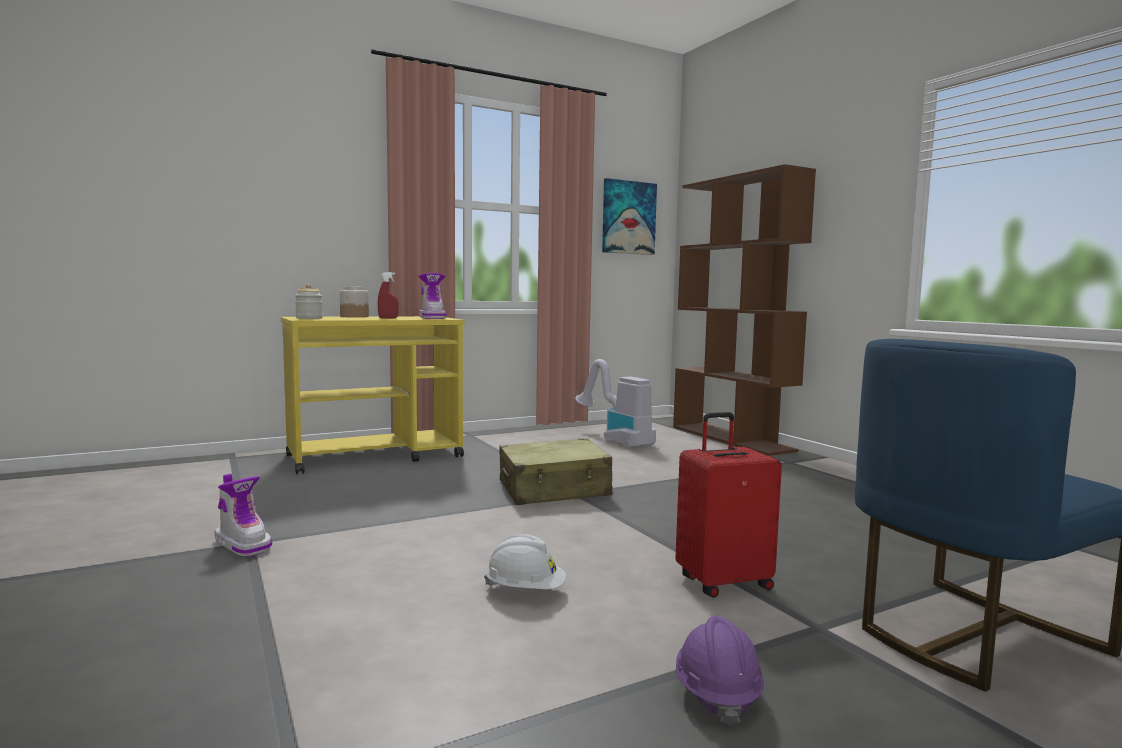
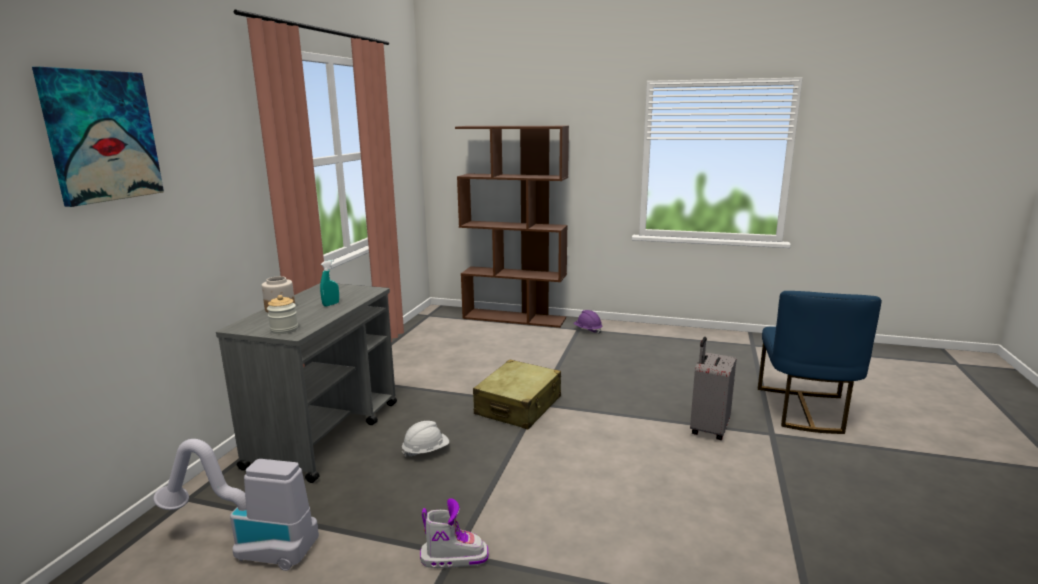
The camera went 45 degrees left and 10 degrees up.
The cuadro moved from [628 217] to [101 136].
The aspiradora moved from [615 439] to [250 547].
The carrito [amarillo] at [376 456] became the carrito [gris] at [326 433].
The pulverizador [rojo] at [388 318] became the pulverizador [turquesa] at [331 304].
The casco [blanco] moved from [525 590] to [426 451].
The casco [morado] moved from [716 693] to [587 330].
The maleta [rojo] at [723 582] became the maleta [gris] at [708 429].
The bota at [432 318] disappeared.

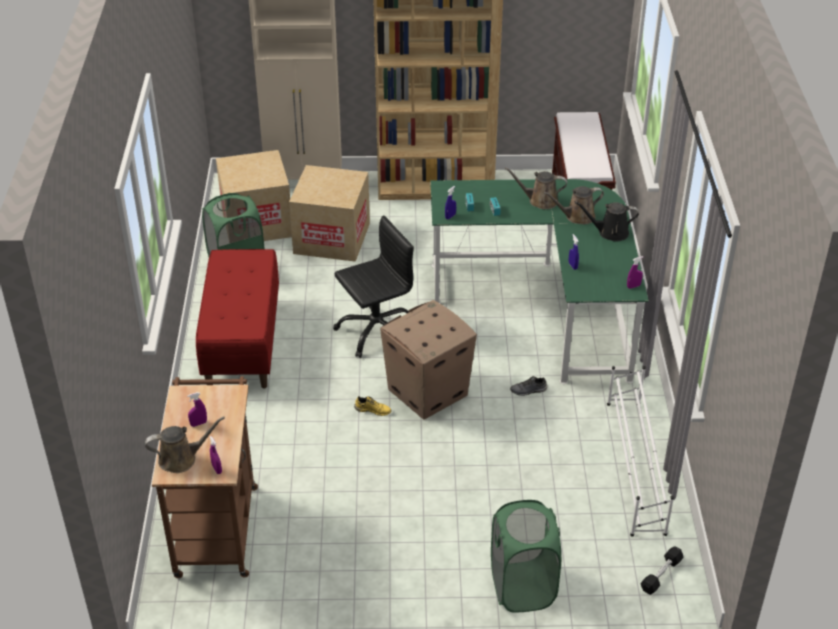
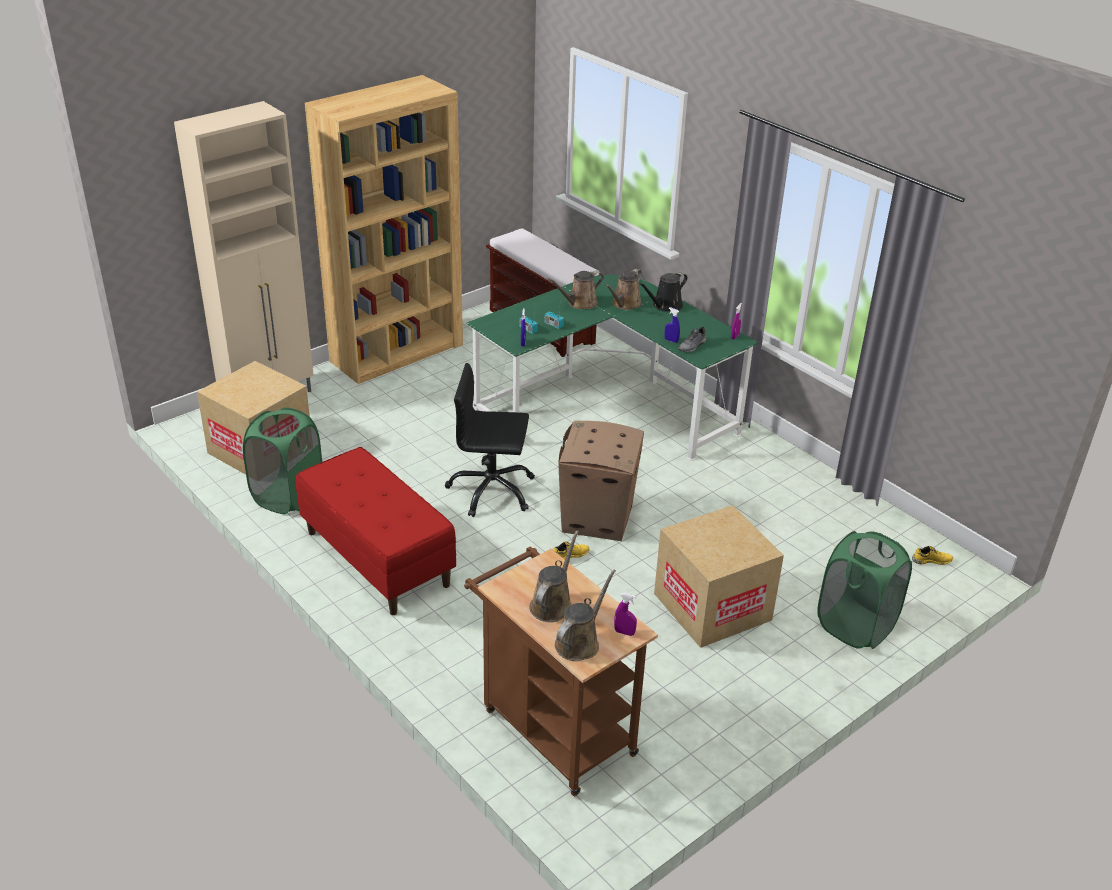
The camera went 40 degrees left and 5 degrees down.
The silla de oficina [negro] at [376 331] turned 105 degrees counterclockwise.
The pulverizador [morado] at [198 423] was replaced by the regadera [marrón] at [553 604].
The caja de cartón moved from [332 238] to [712 607].
The zapato [gris] moved from [528 391] to [692 346].
The mancuerna [negro] at [661 575] was replaced by the zapato [amarillo] at [931 560].
The zapatero [blanco] at [635 466] disappeared.

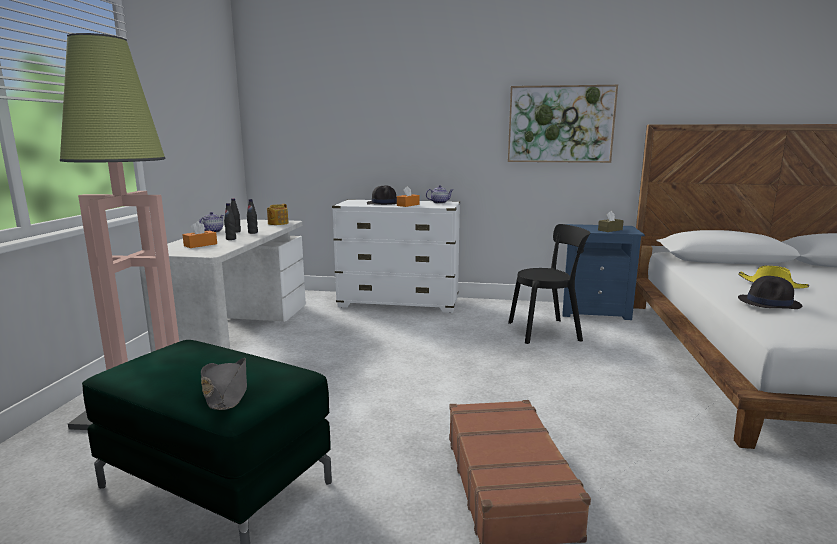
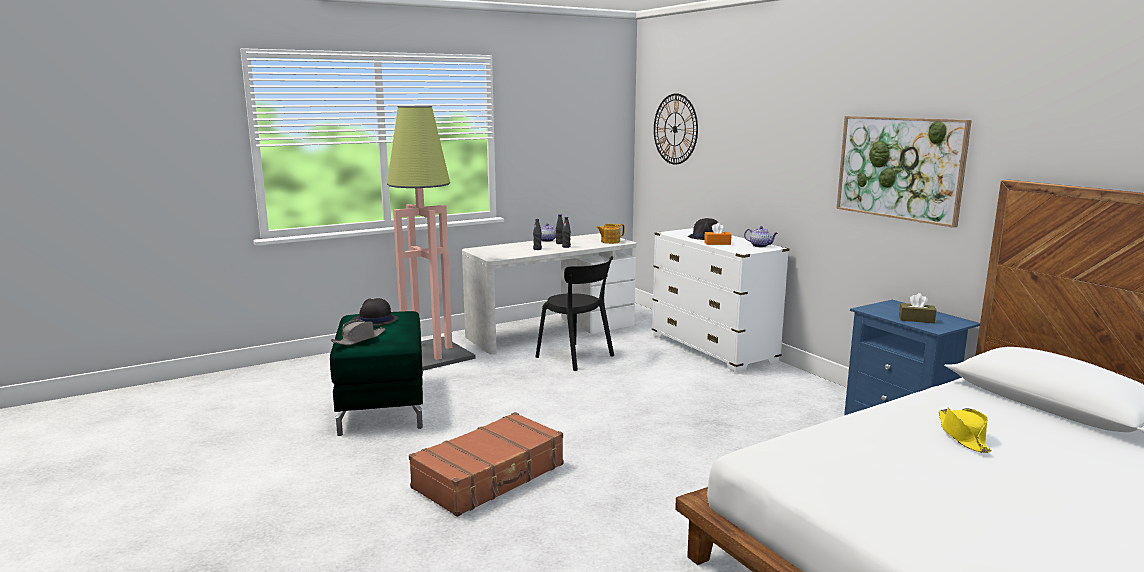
The camera went 50 degrees right and 0 degrees up.
The sombrero [negro] moved from [769 303] to [374 320].
The silla [negro] moved from [547 331] to [577 357].
The reloj de pared at [675 129] appeared.
The caja de pañuelos [naranja] at [200 245] disappeared.

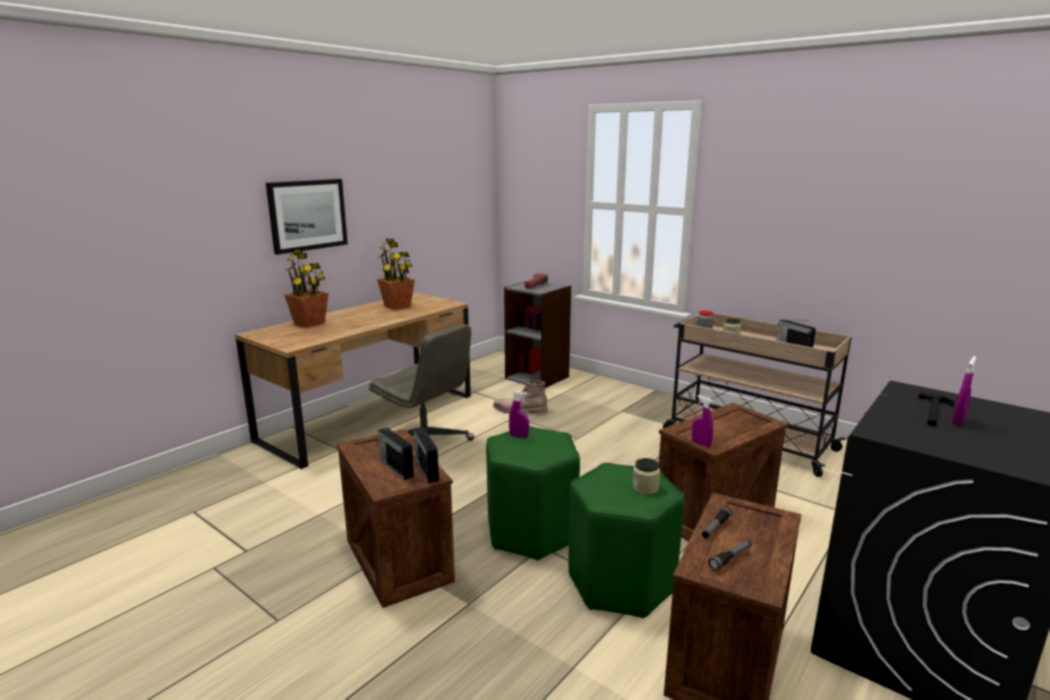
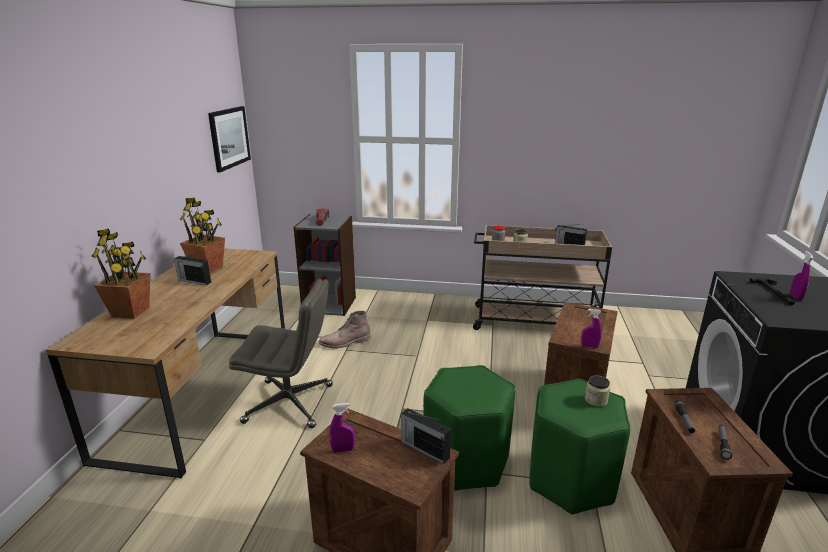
The camera went 30 degrees left and 5 degrees up.
The radio moved from [396 467] to [194 281].
The cuadro moved from [307 215] to [229 138].
The pulverizador [morado] moved from [519 436] to [343 450].

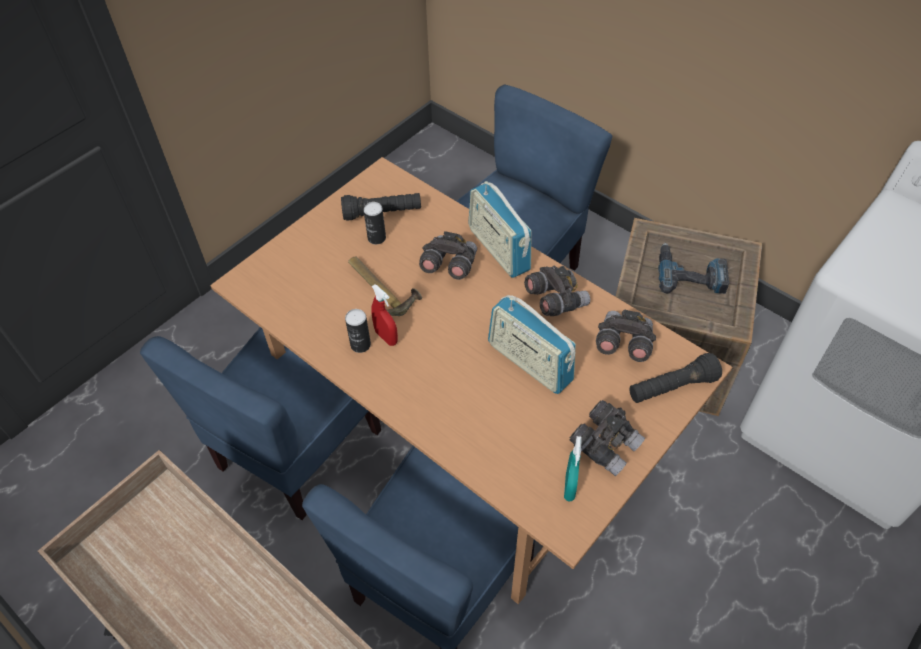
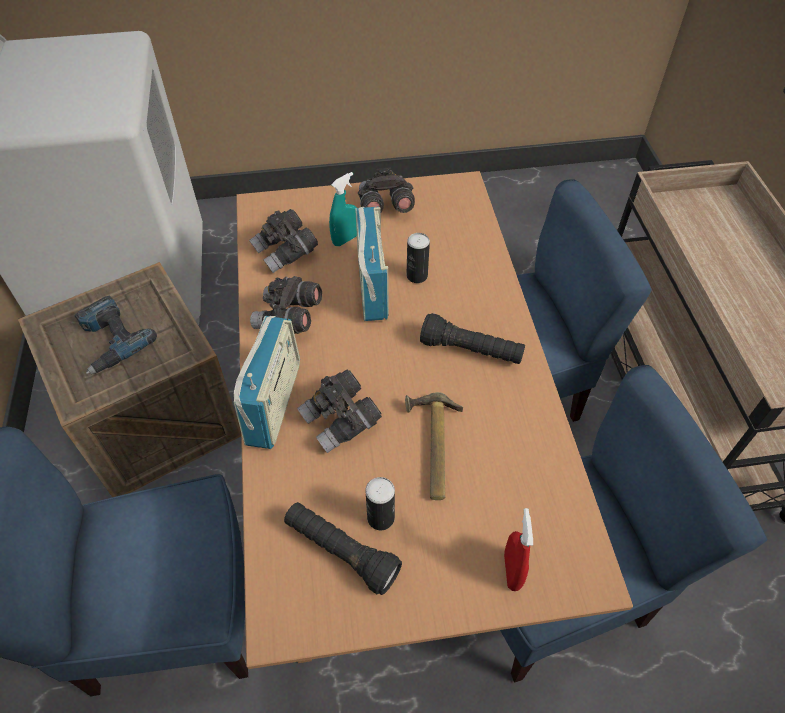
The camera went 140 degrees left and 0 degrees up.
The pulverizador [turquesa] moved from [569 487] to [345 239].
The lata moved from [360 345] to [417 276].
The linterna [negro] moved from [671 388] to [471 350].
The pulverizador [rojo] moved from [386 337] to [512 571].

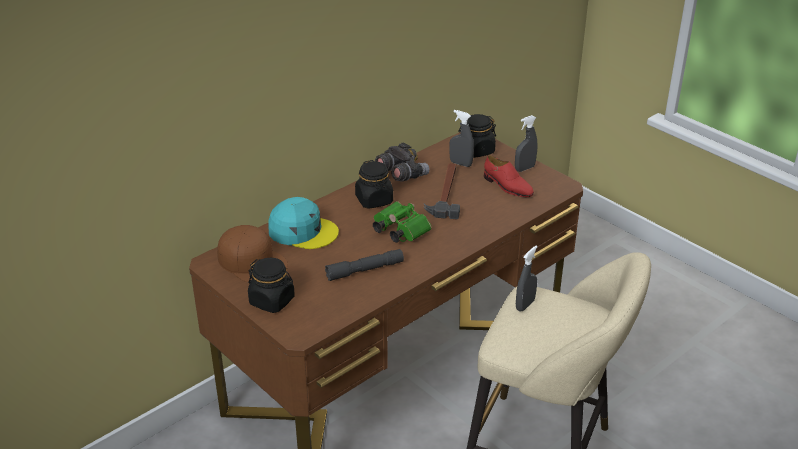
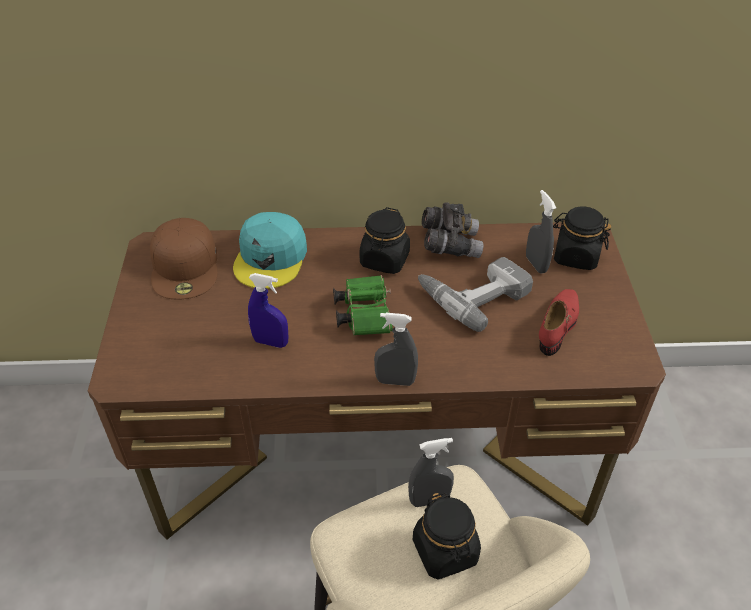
The camera went 40 degrees right and 10 degrees up.
The gorra [turquesa] at [303 231] turned 45 degrees clockwise.
The linterna [gris] at [365 270] was replaced by the pulverizador [azul] at [270 342].
The pulverizador [gris] moved from [524 168] to [395 381].
The tarro [negro] moved from [272 301] to [445 551].
The martillo at [446 193] was replaced by the taladro at [473 293].
The zapato [rojo] at [507 186] turned 150 degrees counterclockwise.

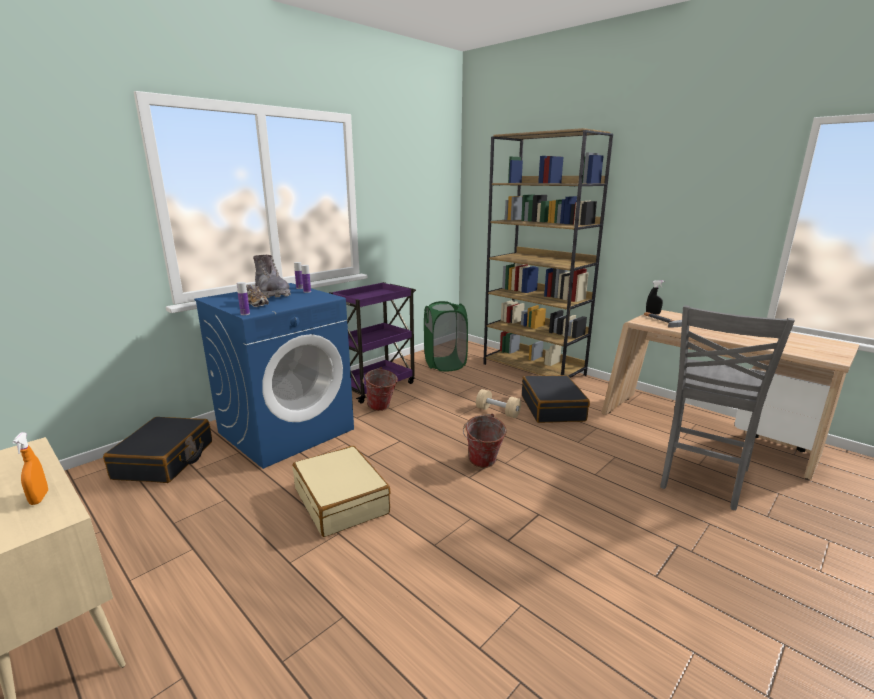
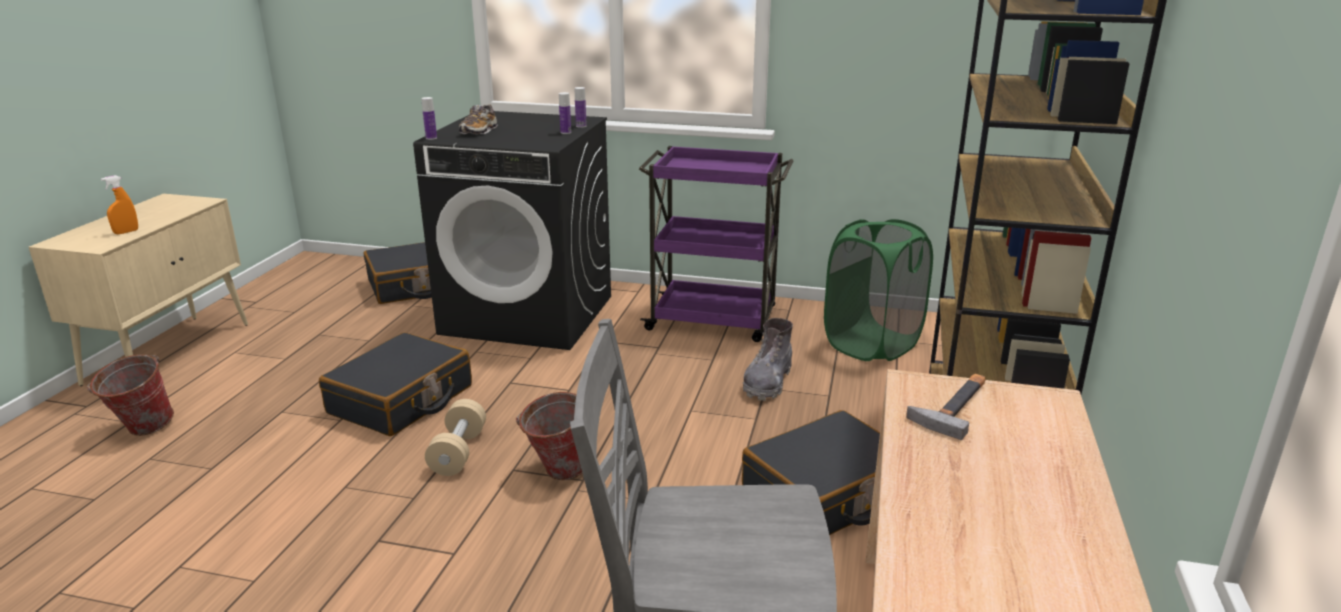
The camera went 60 degrees right and 5 degrees up.
The cubo moved from [381 408] to [141 430].
The maleta [beis] at [341 501] became the maleta [negro] at [401 400].
The lavadora [azul] at [287 430] became the lavadora [negro] at [529 314].
The mancuerna [beis] moved from [498 412] to [458 452].
The bota [gris] moved from [272 294] to [767 382].
The pulverizador [negro] at [652 313] disappeared.

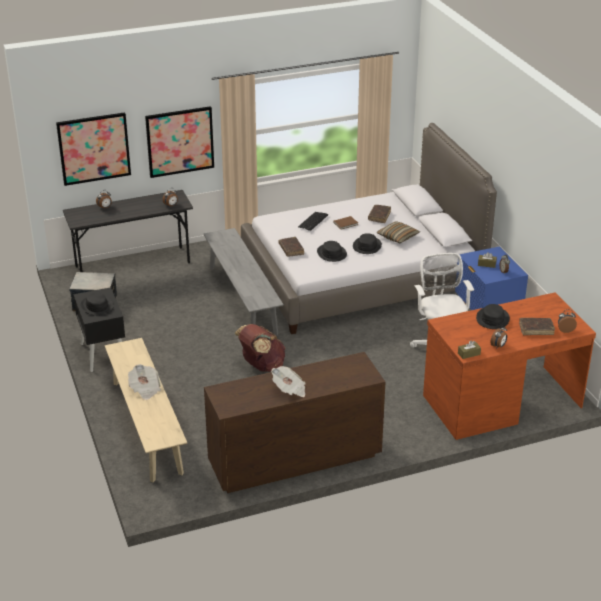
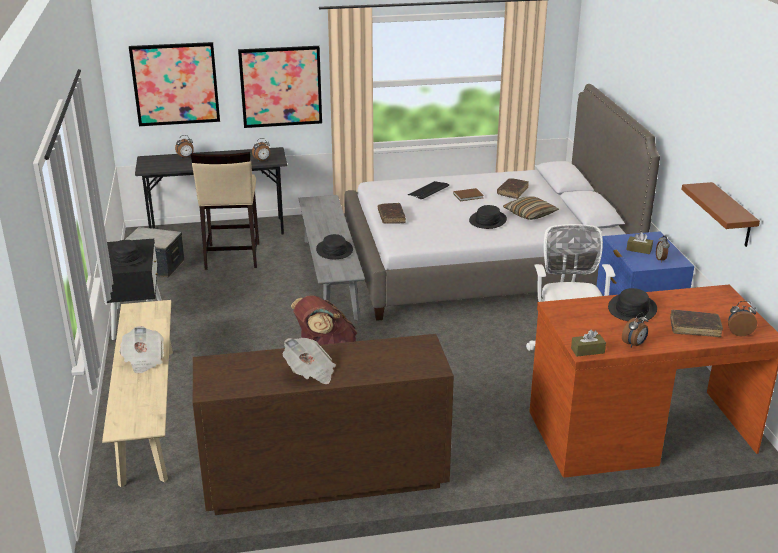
The camera went 10 degrees right and 5 degrees down.
The taburete [beis] at [232 256] appeared.
The sombrero [negro] moved from [331 253] to [334 250].
The estante [marrón] at [732 216] appeared.

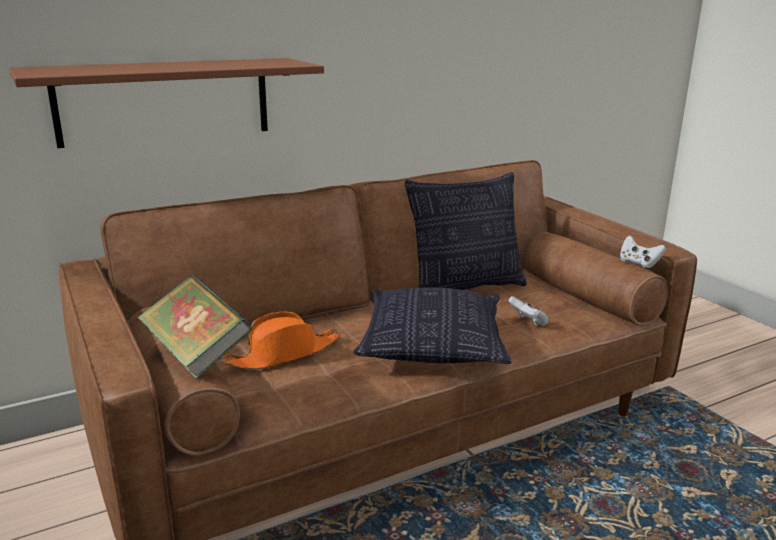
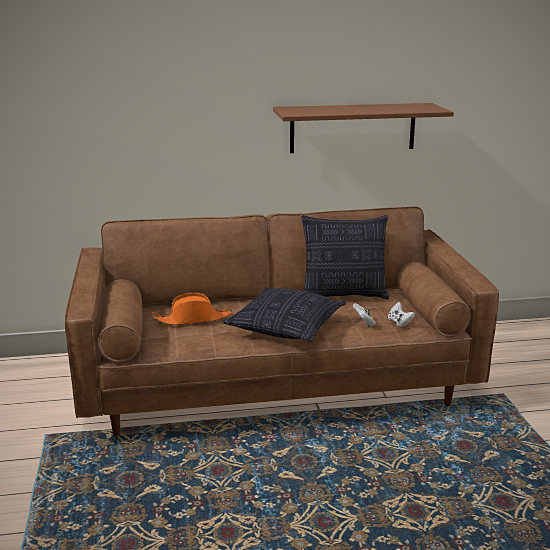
The camera went 20 degrees right and 0 degrees up.
The estante [marrón] moved from [165 101] to [353 128].
The mando de consola [blanco] moved from [638 263] to [399 323].
The libro at [196 354] disappeared.

